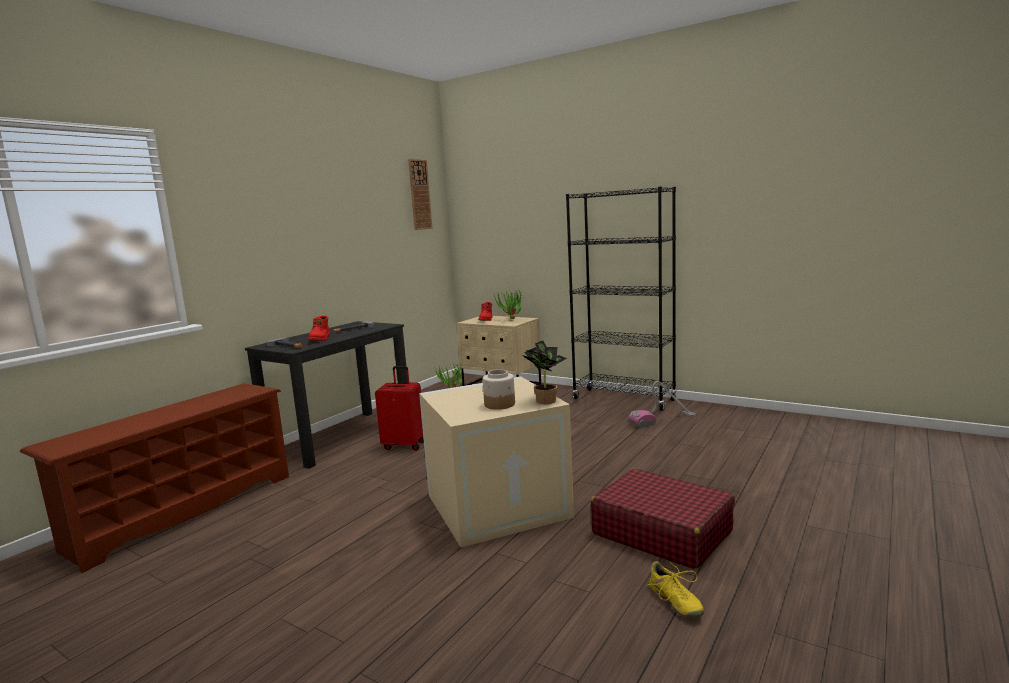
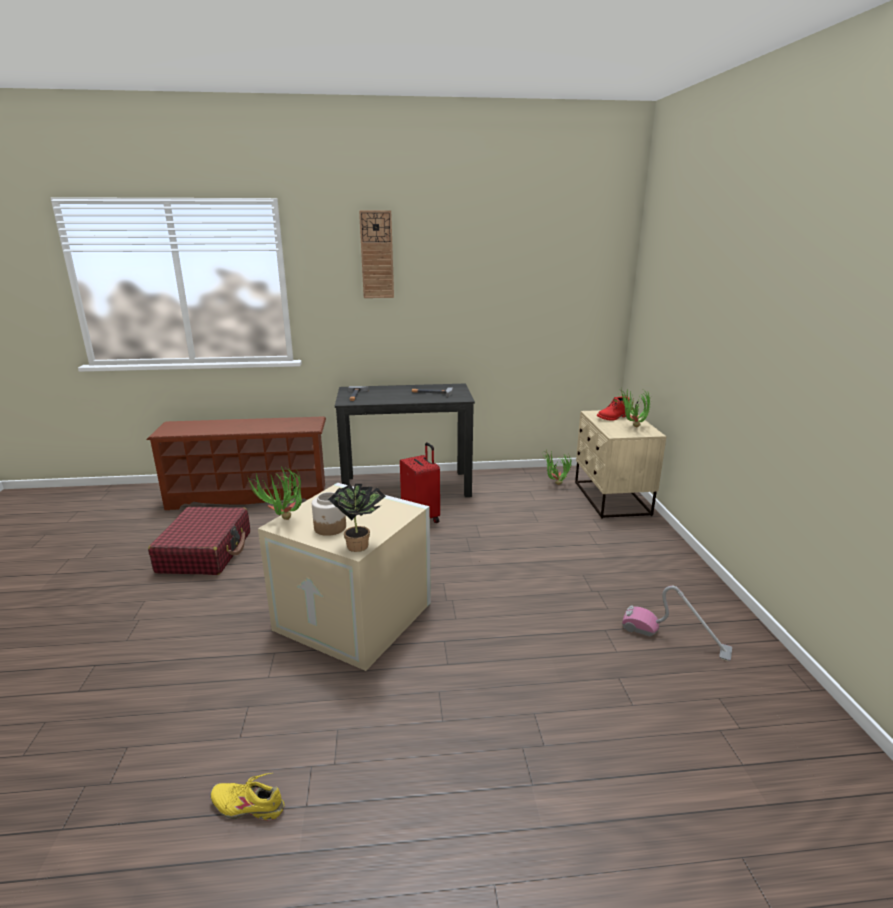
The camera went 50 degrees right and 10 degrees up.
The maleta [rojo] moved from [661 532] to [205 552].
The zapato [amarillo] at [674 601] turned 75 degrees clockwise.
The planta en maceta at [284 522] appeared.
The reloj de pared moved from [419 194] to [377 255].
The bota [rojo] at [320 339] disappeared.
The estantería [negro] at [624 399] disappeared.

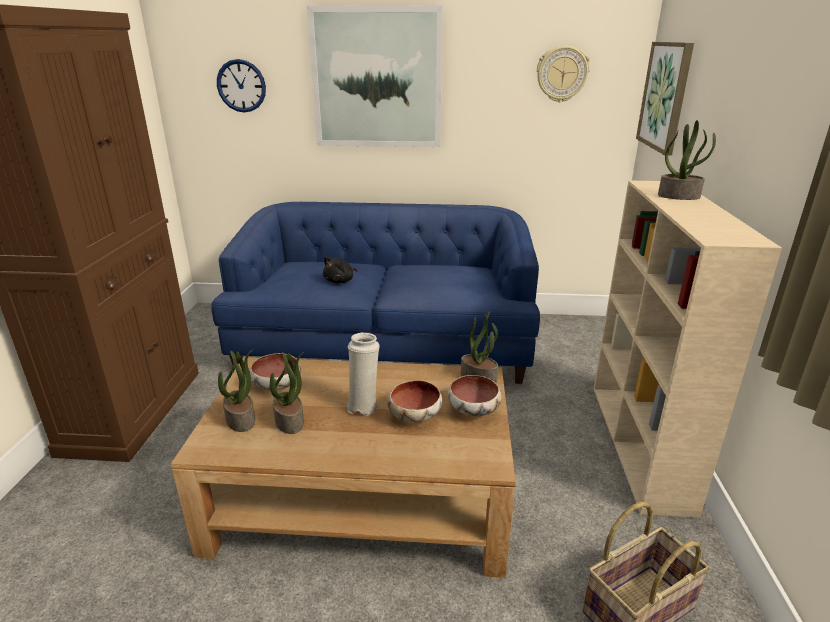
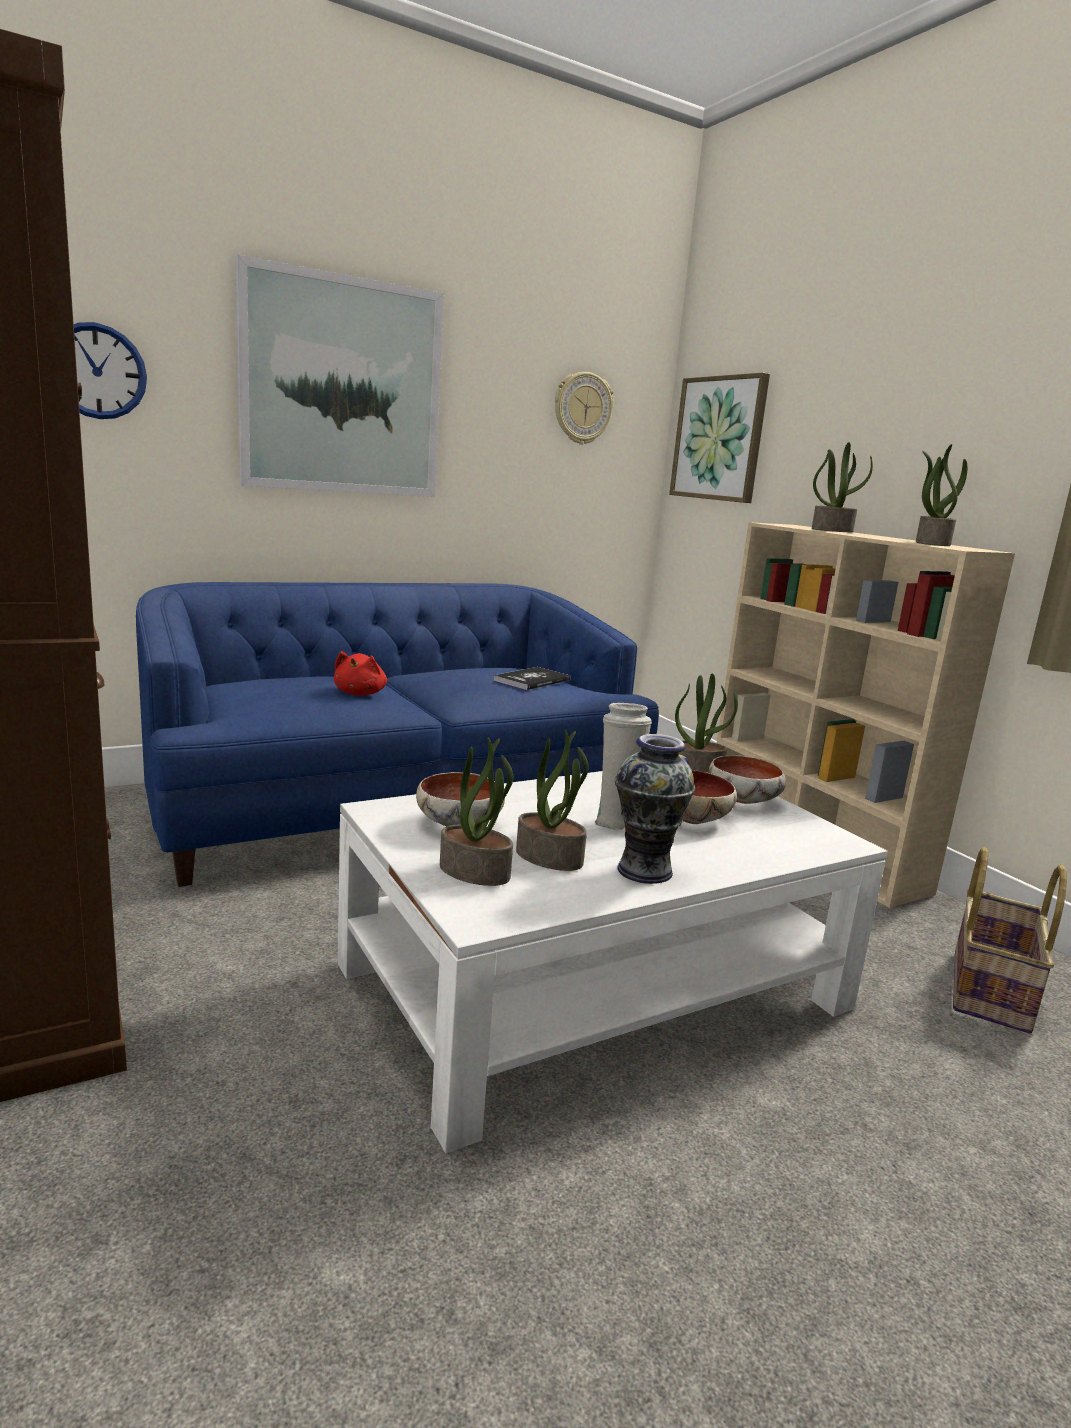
The camera went 35 degrees left and 10 degrees down.
The peluche [negro] at [340 281] became the peluche [rojo] at [361 693].
The mesa de centro [marrón] at [363 497] became the mesa de centro [blanco] at [596 986].
The libro at [532 680] appeared.
The florero at [645 871] appeared.
The planta en maceta at [931 543] appeared.

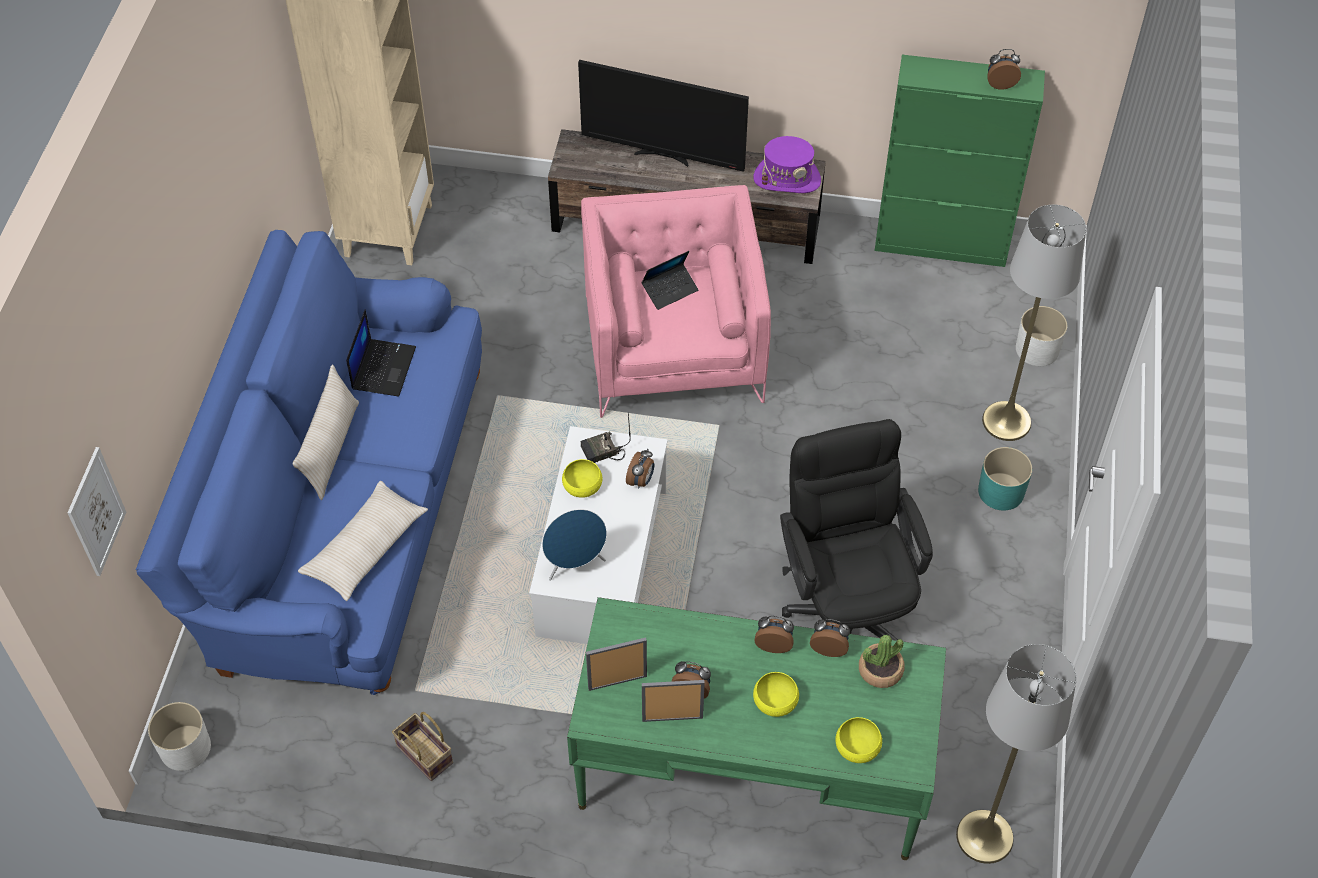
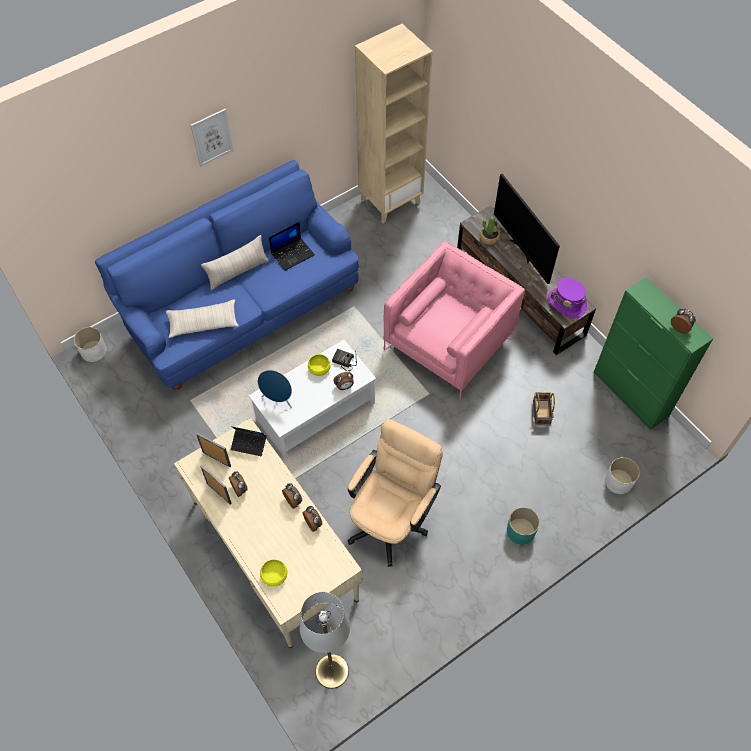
The camera went 45 degrees right and 5 degrees up.
The escritorio [verde] at [752 769] became the escritorio [beis] at [274 550].
The cuadro moved from [96 512] to [212 137].
The portátil moved from [670 290] to [249 444].
The silla de oficina [negro] at [847 605] became the silla de oficina [beis] at [391 519].
The planta en maceta moved from [880 670] to [489 238].
The cesta moved from [423 754] to [540 412].
The cuenco [amarillo] at [775 701] disappeared.
The lámpara de pie [gris] at [1006 421] disappeared.

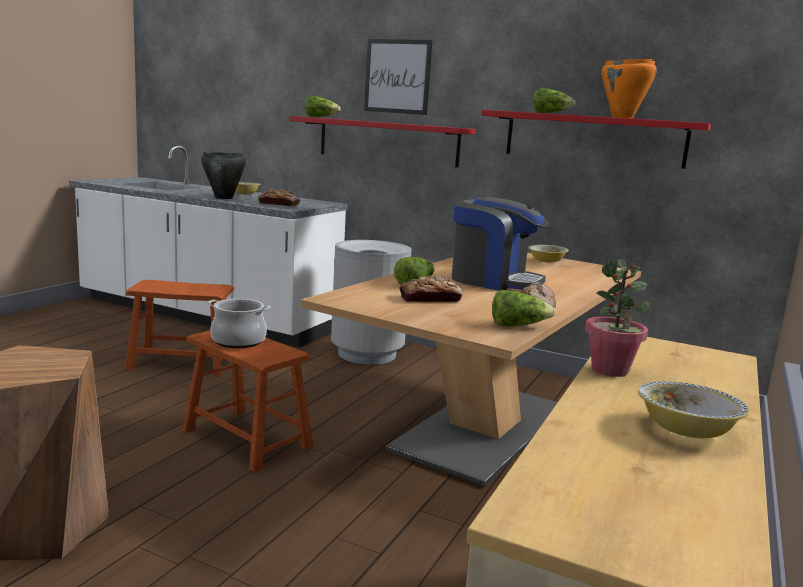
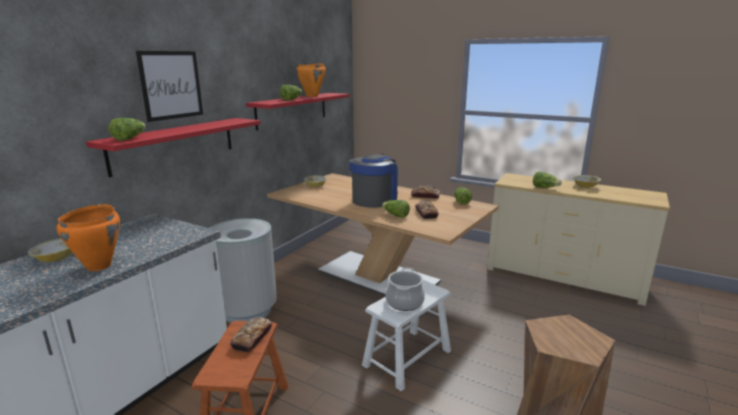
The camera went 85 degrees left and 5 degrees up.
The olla [negro] at [224 198] became the olla [naranja] at [99 266].
The pan moved from [279 204] to [252 338].
The taburete [marrón] at [247 438] became the taburete [blanco] at [407 358].
The planta en maceta at [610 370] was replaced by the lechuga at [544 188].

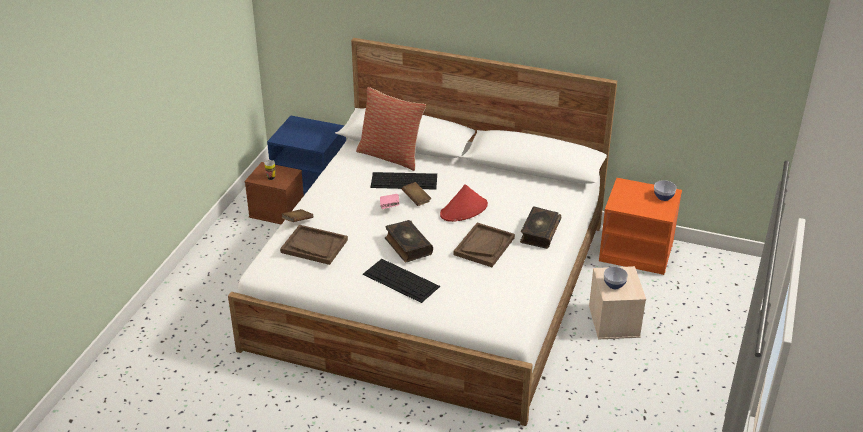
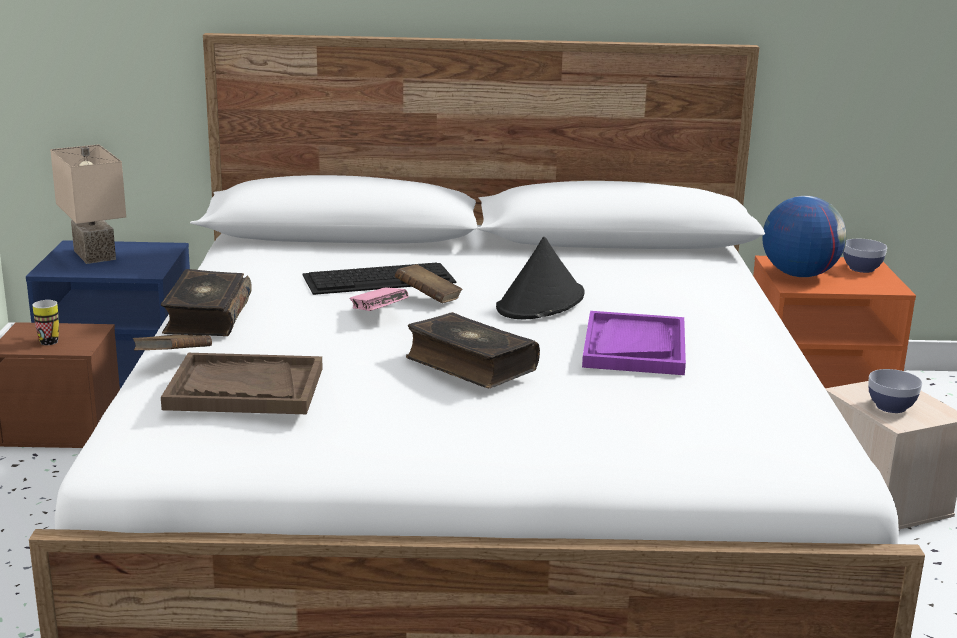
The camera went 20 degrees left and 15 degrees down.
The lámpara de mesa [beis] at [91 255] appeared.
The libro moved from [539 233] to [206 317].
The sombrero [rojo] at [464 210] became the sombrero [negro] at [541 302].
The bandeja [marrón] at [484 246] became the bandeja [morado] at [634 347].
The globo terráqueo at [799 275] appeared.
The cojín at [391 156] disappeared.
The teclado at [401 280] disappeared.

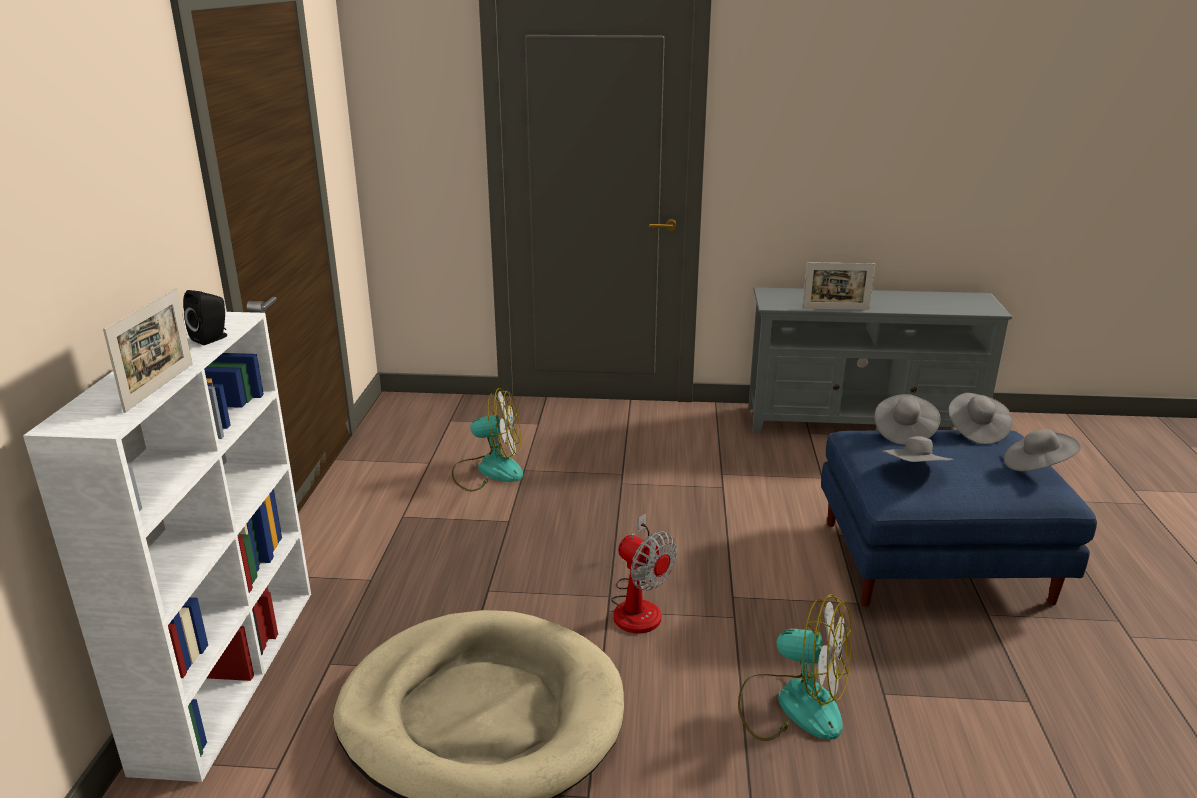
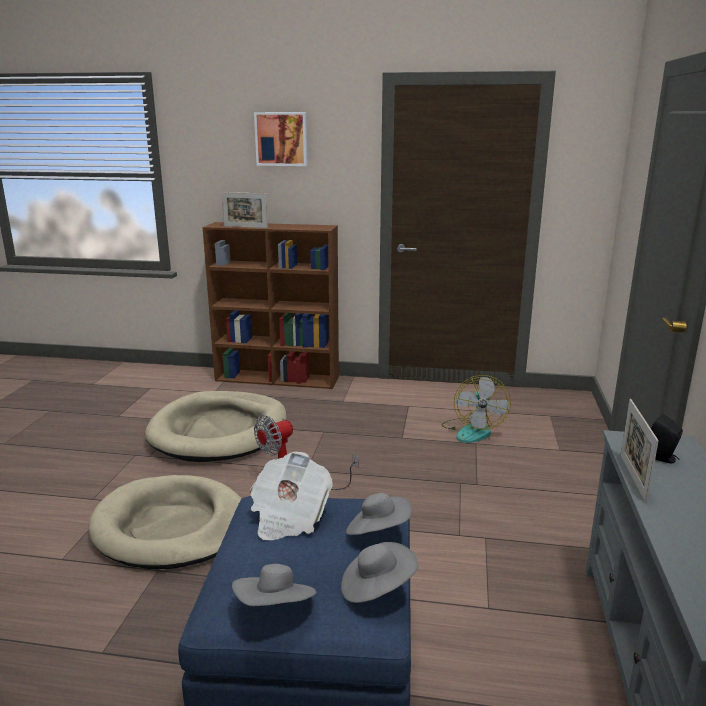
The camera went 95 degrees right and 5 degrees down.
The ventilador at [793 704] was replaced by the cama para perro [beis] at [171 527].
The estantería [blanco] at [230 672] became the estantería [marrón] at [278 379].
The sombrero [gris] at [915 472] was replaced by the periódico at [289 516].
The cuadro at [281 139] appeared.
The altavoz [negro] moved from [212 338] to [662 458].

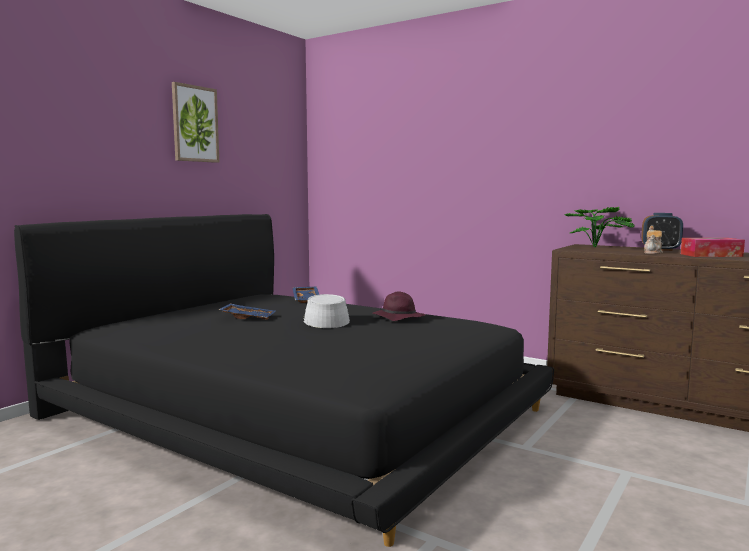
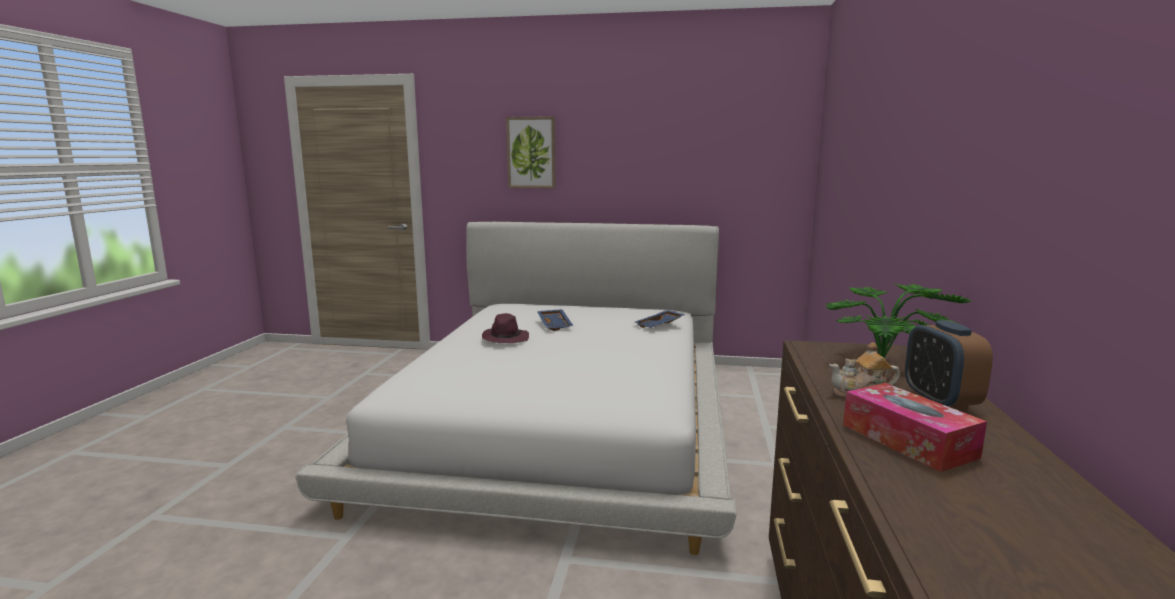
The camera went 65 degrees right and 5 degrees up.
The cama [negro] at [294 410] became the cama [blanco] at [561 422].
The sombrero [morado] moved from [397 318] to [505 339].
The cuadro moved from [195 124] to [531 152].
The sombrero [gris] at [325 320] disappeared.

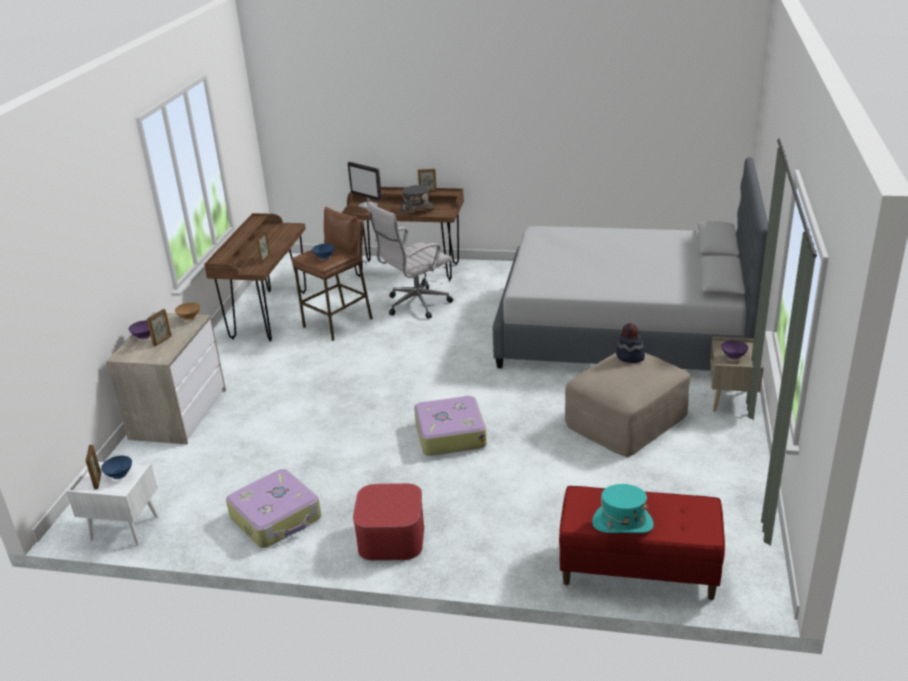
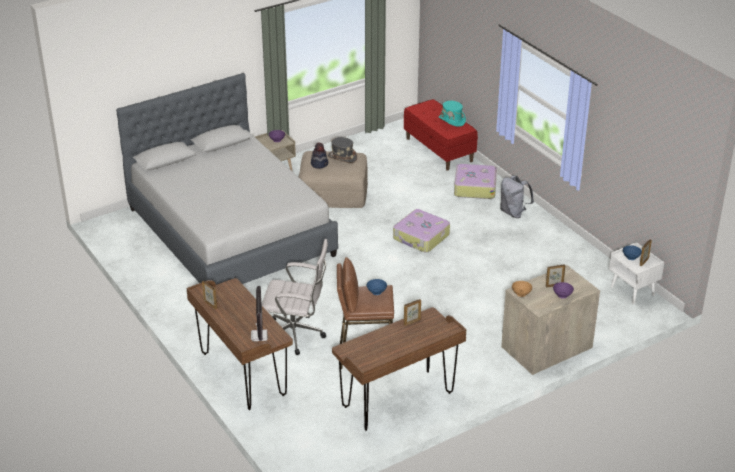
The camera went 135 degrees left and 5 degrees up.
The sombrero [gris] moved from [417 209] to [342 157].
The maleta moved from [276 518] to [474 187].
The puf at [391 538] was replaced by the mochila [gris] at [514 212].

